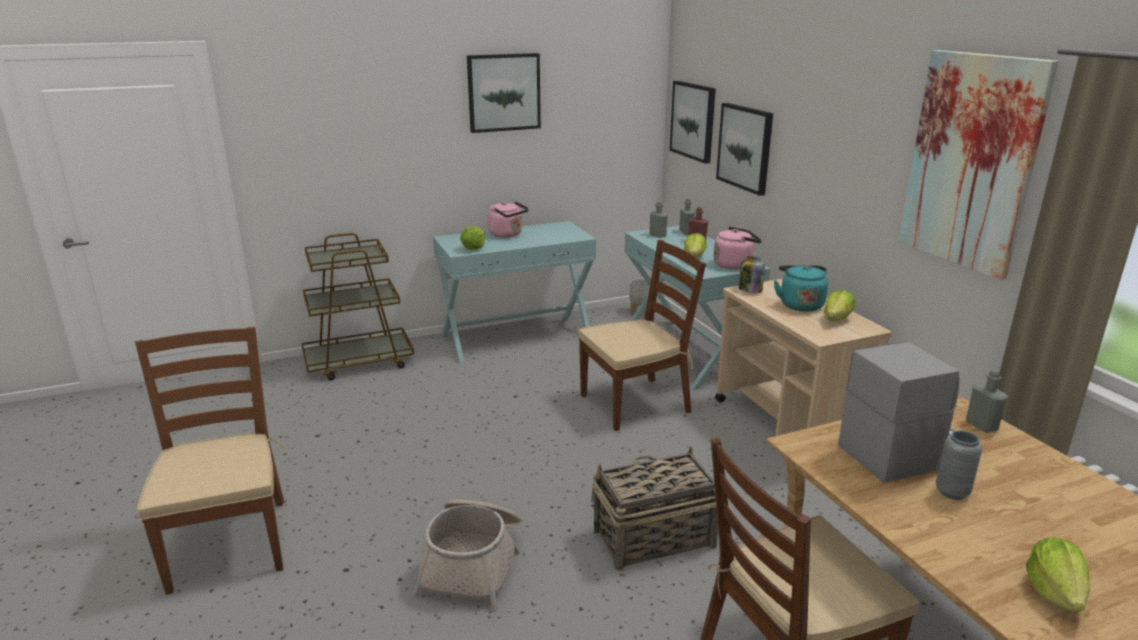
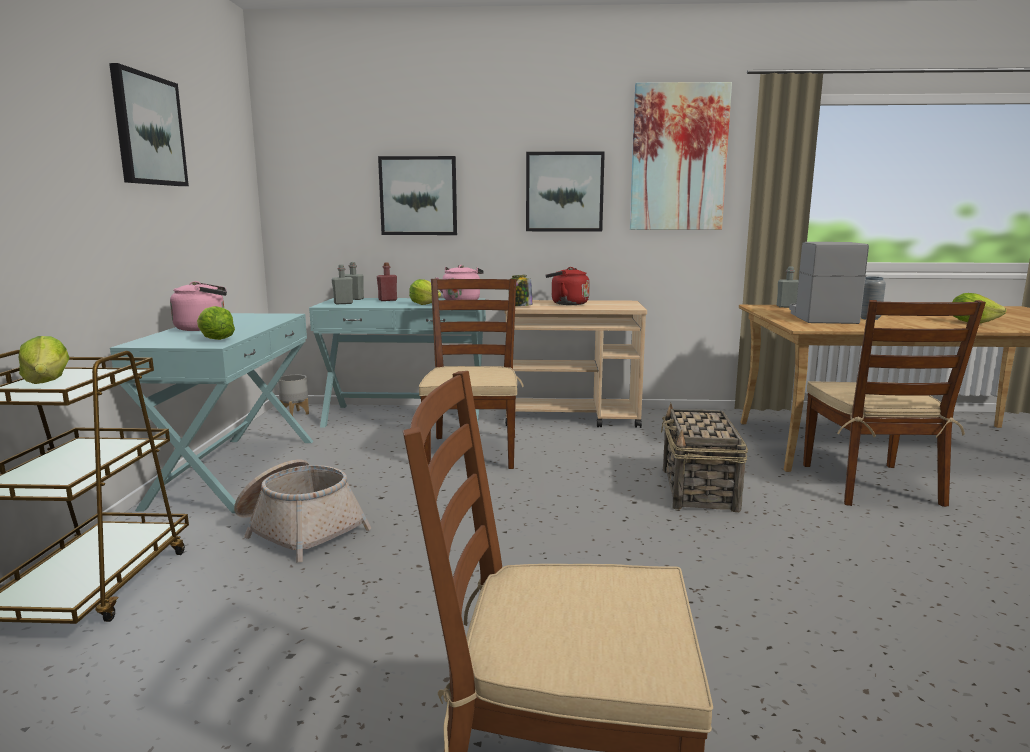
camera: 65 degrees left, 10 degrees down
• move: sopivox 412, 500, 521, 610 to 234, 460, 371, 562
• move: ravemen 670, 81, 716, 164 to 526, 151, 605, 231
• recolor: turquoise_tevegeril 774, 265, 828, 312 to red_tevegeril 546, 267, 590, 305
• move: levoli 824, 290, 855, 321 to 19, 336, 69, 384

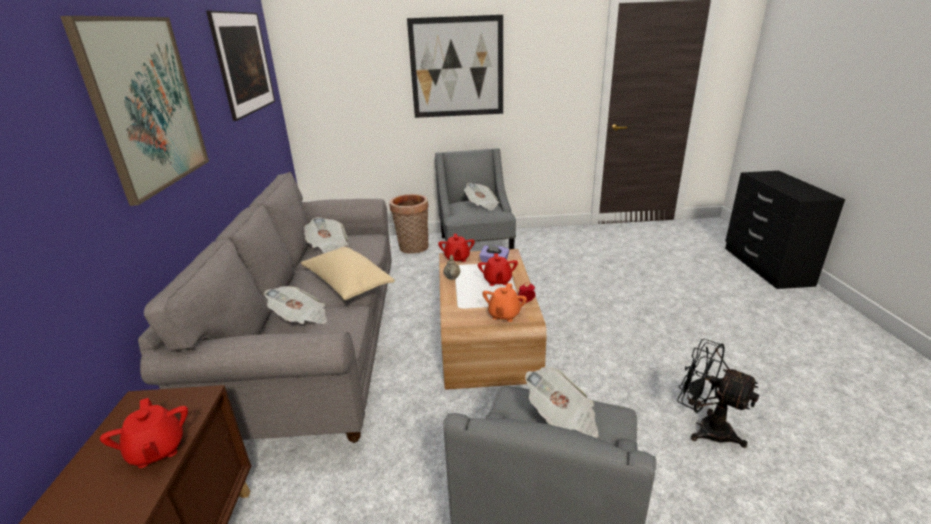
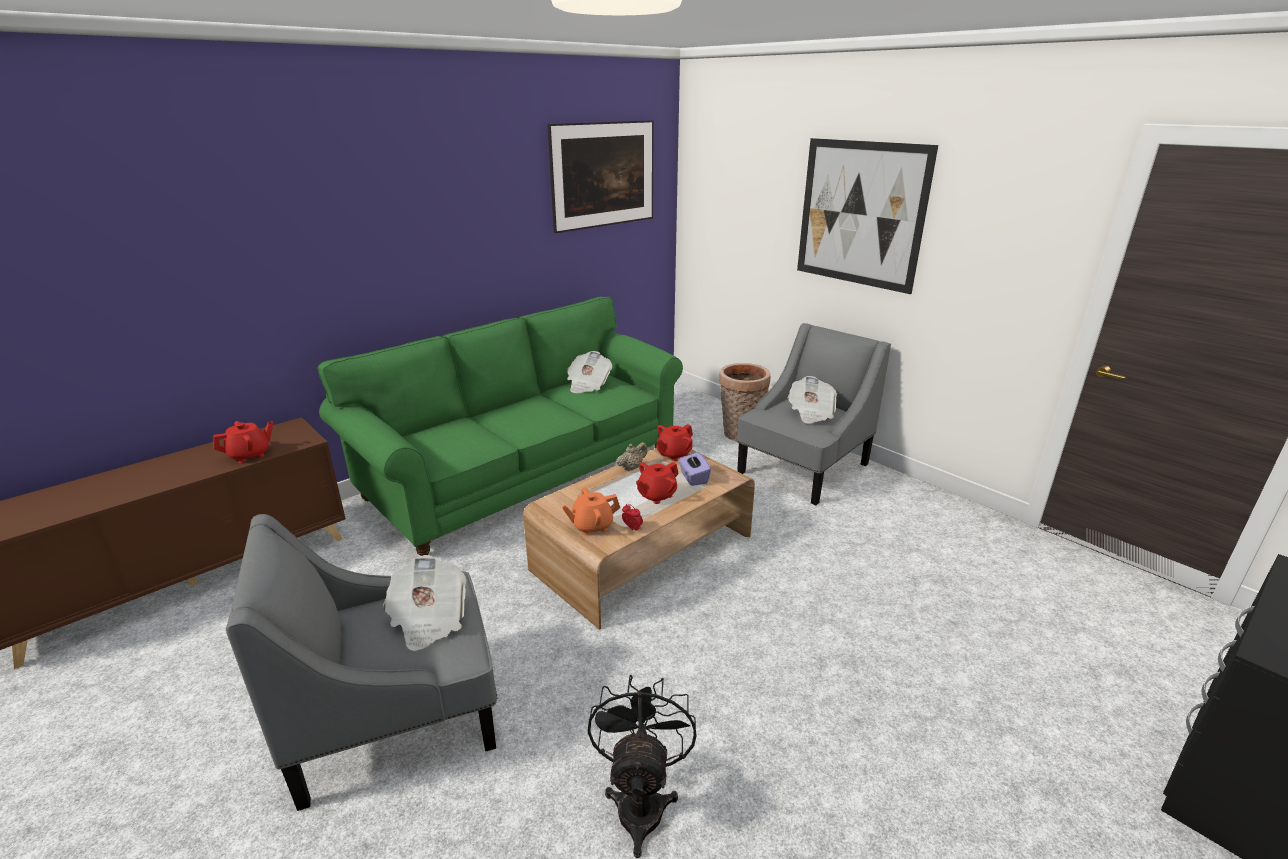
camera: 50 degrees right, 0 degrees up
• delete: ravemen 60, 16, 209, 206
• rotate: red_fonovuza 100, 398, 188, 468 = 213, 421, 273, 463 150 degrees counterclockwise
• recolor: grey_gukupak 138, 172, 392, 443 to green_gukupak 318, 296, 683, 556
• delete: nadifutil 264, 286, 327, 324
• delete: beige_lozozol 300, 247, 395, 300

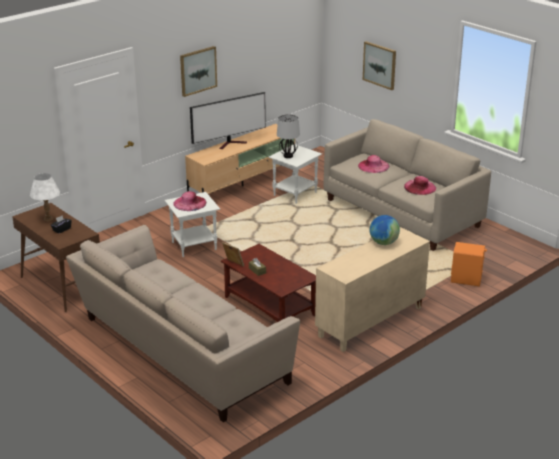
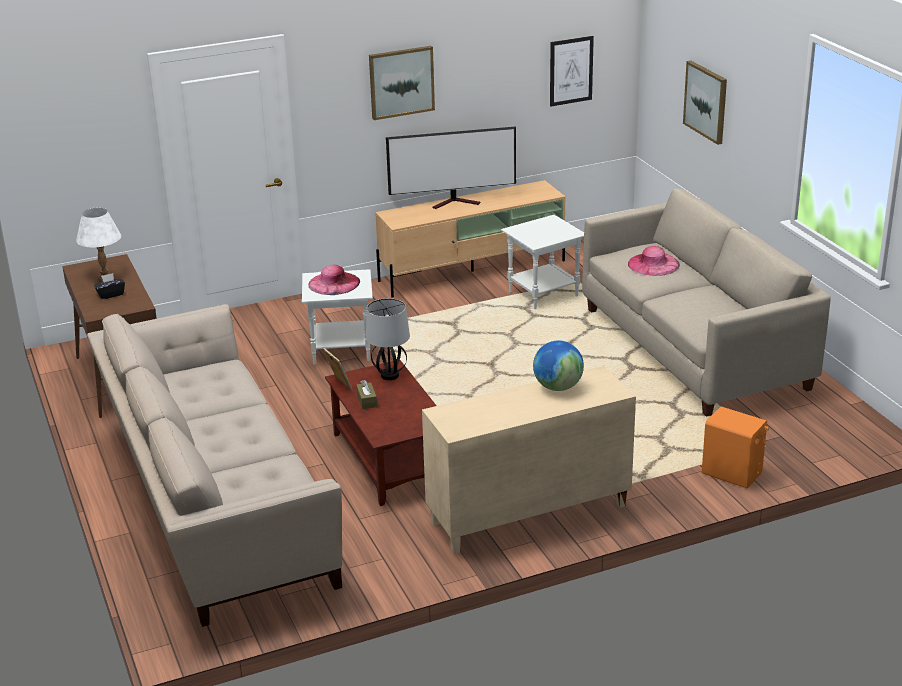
camera: 20 degrees right, 0 degrees up
• move: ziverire 277, 114, 300, 158 to 366, 298, 410, 380
• delete: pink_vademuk 404, 176, 436, 195
• insert: ravemen 550, 36, 594, 107

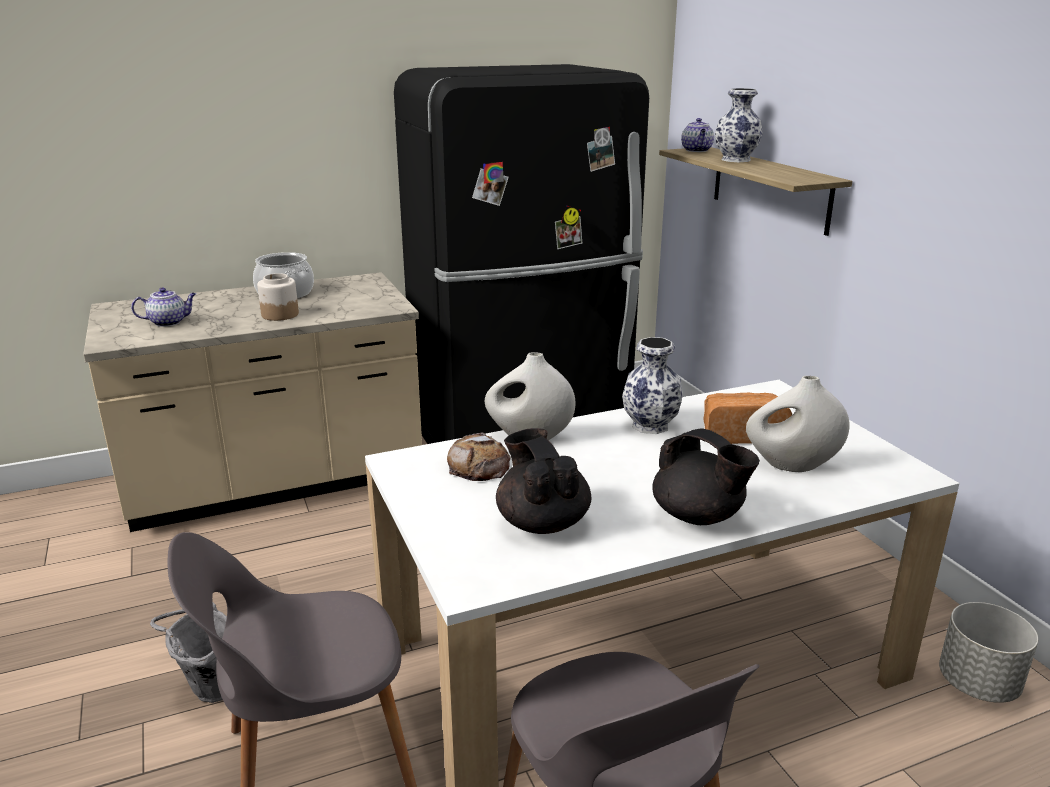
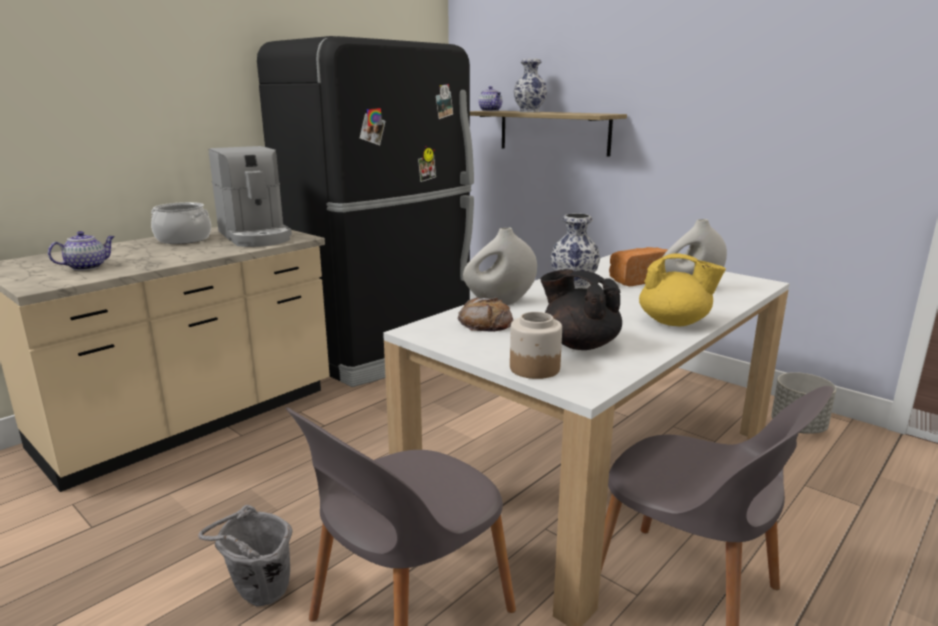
camera: 25 degrees left, 5 degrees down
• move: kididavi 257, 273, 299, 321 to 510, 312, 562, 379
• recolor: black_fonovuza 652, 429, 760, 525 to yellow_fonovuza 639, 254, 726, 326
• insert: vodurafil 209, 146, 292, 247

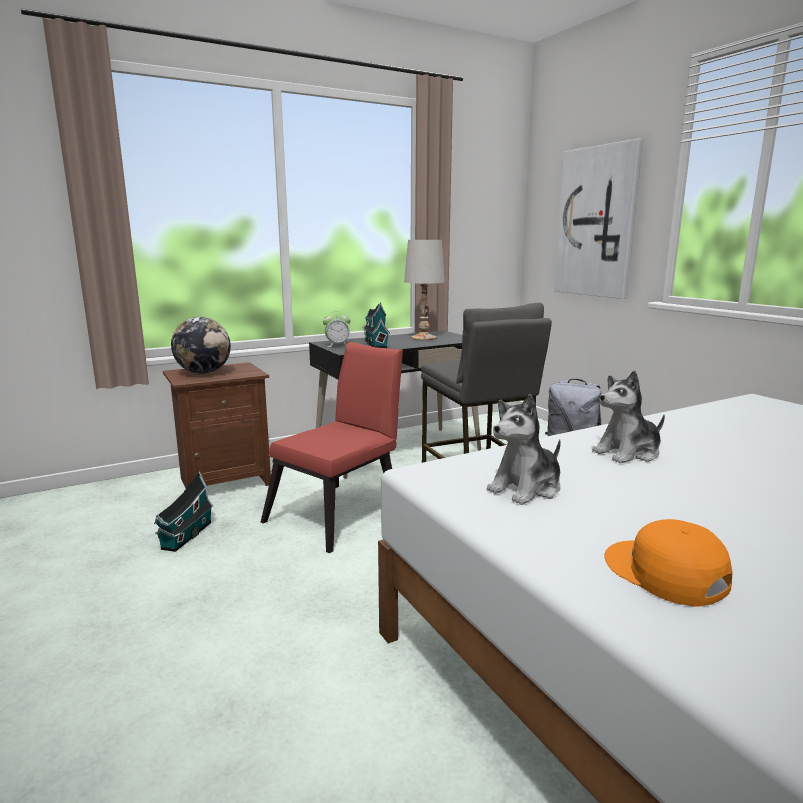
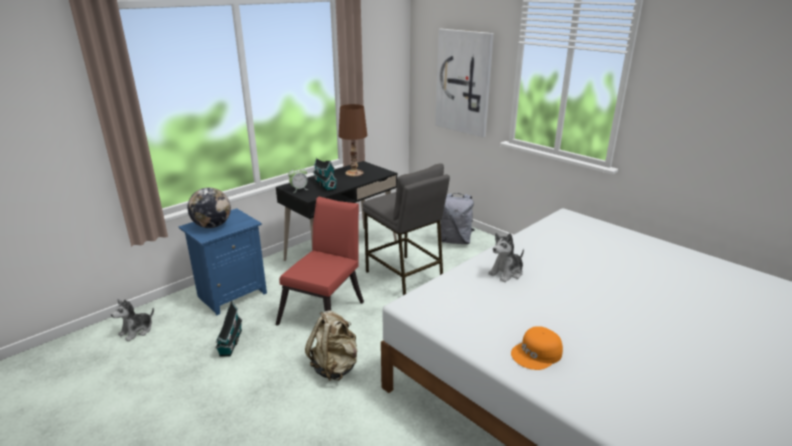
camera: 15 degrees left, 10 degrees up
• recolor: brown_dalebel 163, 362, 271, 488 to blue_dalebel 179, 208, 267, 316
• recolor: white_ziverire 404, 240, 445, 340 to brown_ziverire 339, 104, 367, 176
• move: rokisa 487, 394, 561, 505 to 111, 299, 154, 342
• rotate: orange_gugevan 604, 519, 732, 607 = 511, 326, 563, 370 75 degrees counterclockwise
• insert: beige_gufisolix 305, 310, 357, 381

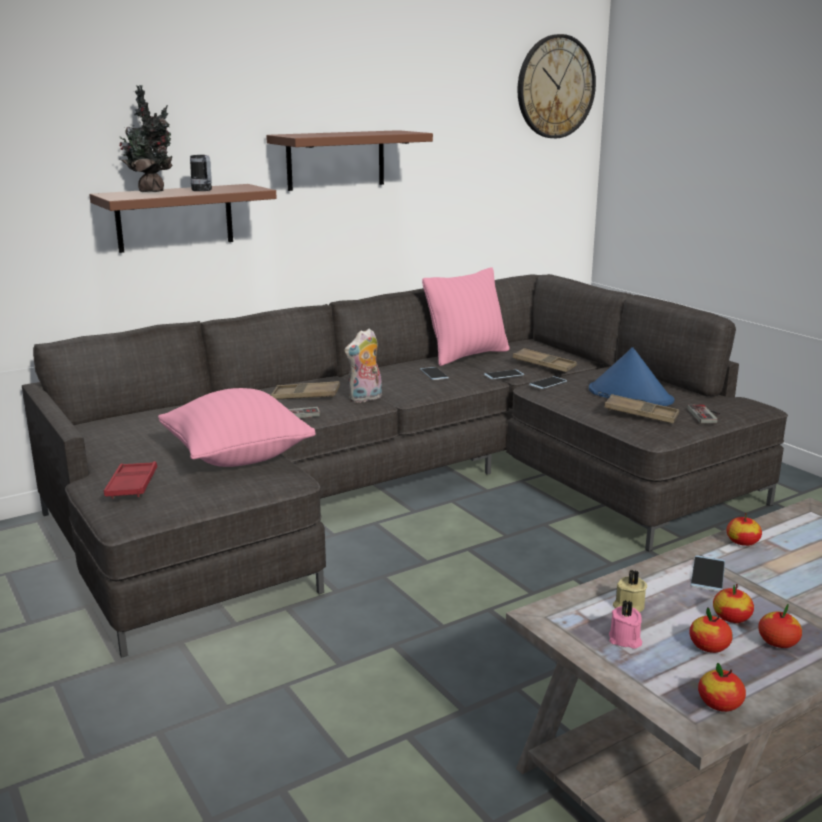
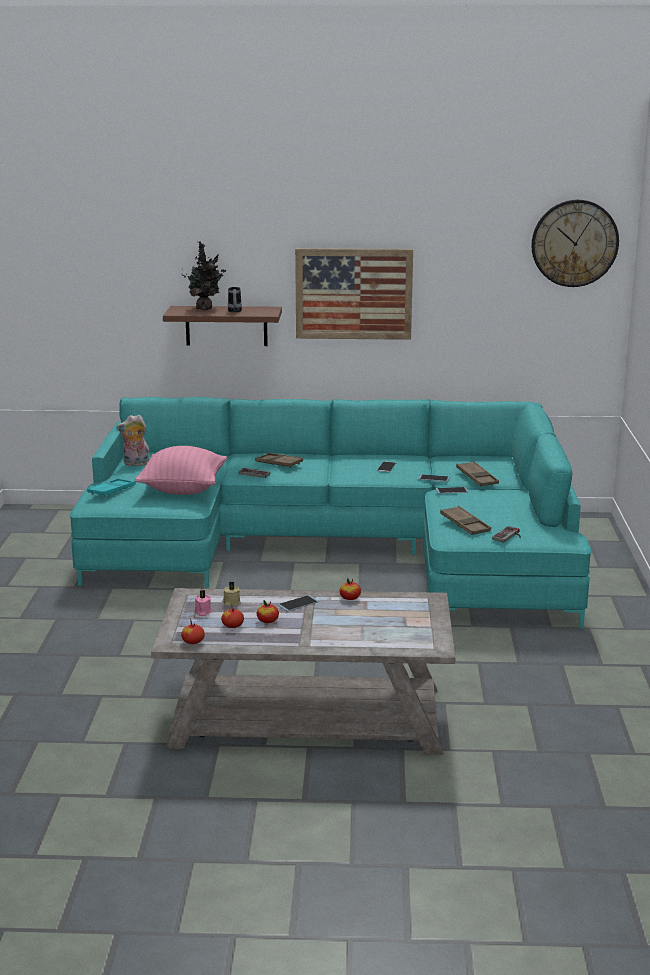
camera: 35 degrees right, 0 degrees up
• recolor: grey_gukupak 22, 274, 788, 658 to turquoise_gukupak 70, 397, 591, 629
• recolor: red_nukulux 104, 461, 157, 499 to turquoise_nukulux 87, 478, 136, 497
• replace: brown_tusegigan 266, 130, 433, 191 to ravemen 295, 248, 413, 340
• move: rokisa 344, 328, 382, 403 to 117, 414, 150, 466
• delete: pink_lozozol 422, 267, 510, 366
• delete: blue_vademuk 589, 347, 674, 406
• delete: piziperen 758, 604, 802, 648

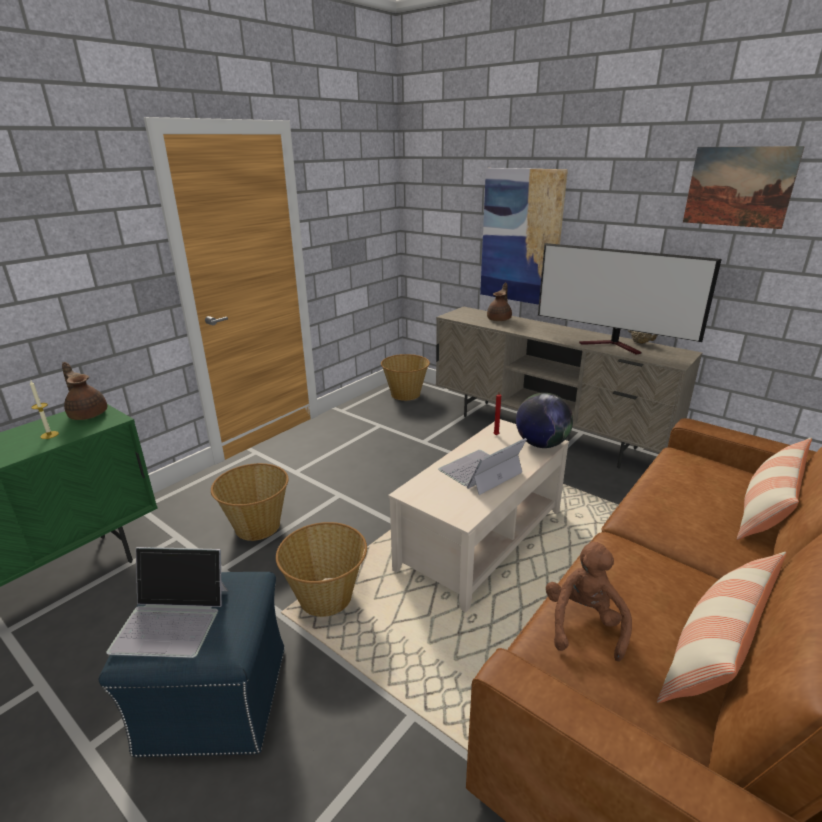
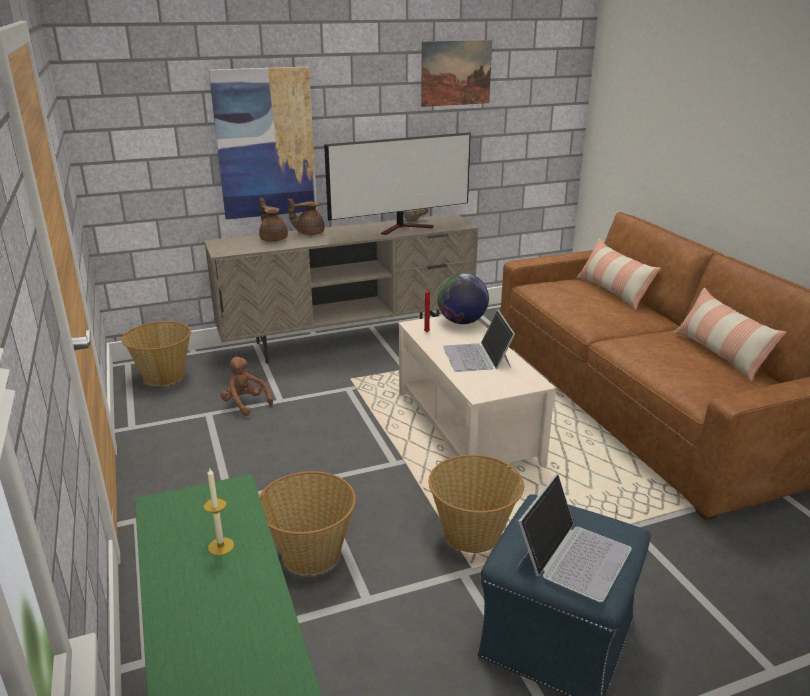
camera: 60 degrees left, 0 degrees up
• move: brown_fonovuza 62, 362, 107, 420 to 288, 198, 325, 235
• move: brown_rokisa 546, 542, 632, 662 to 220, 357, 273, 416

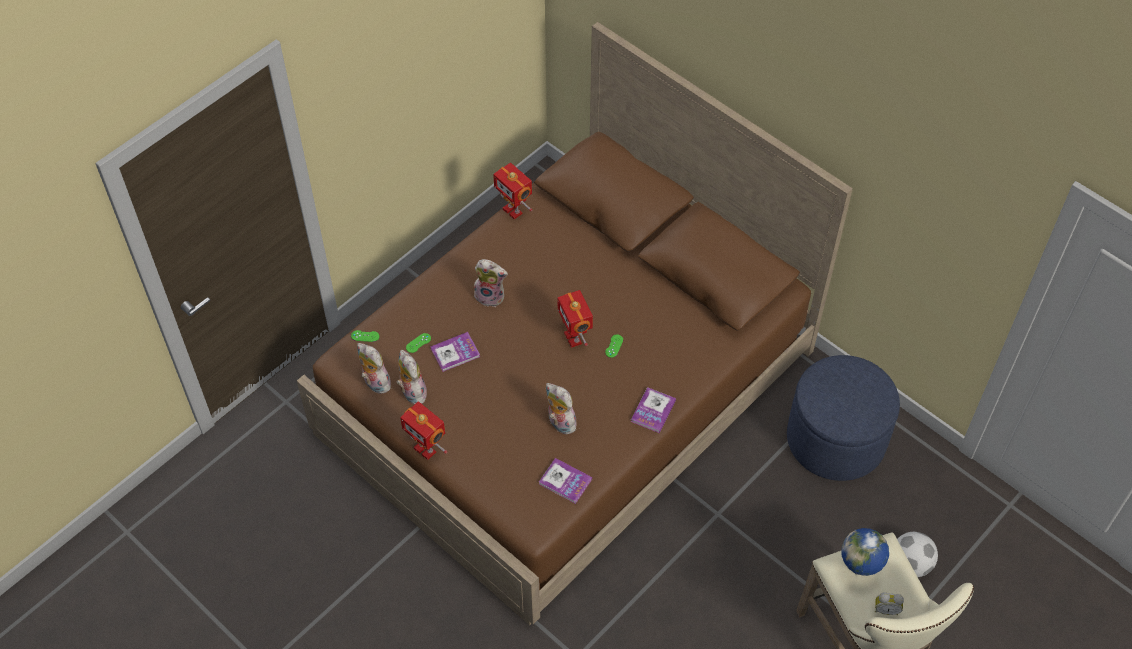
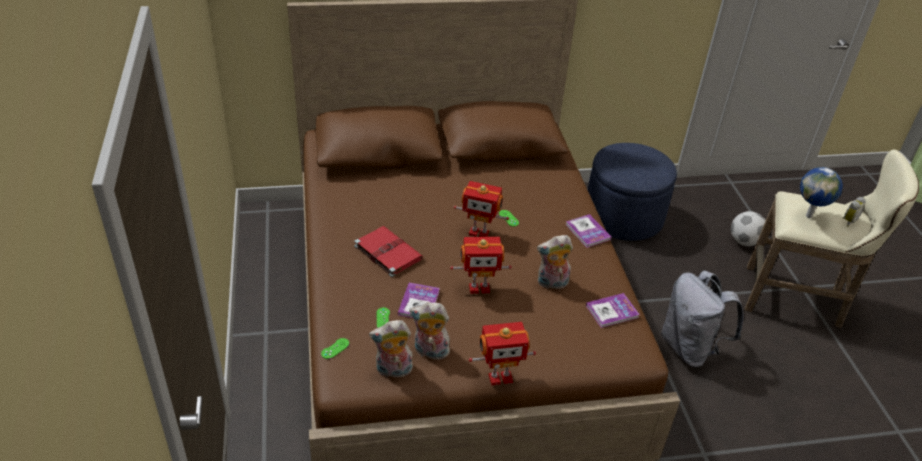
camera: 55 degrees left, 15 degrees down
• replace: rokisa 474, 259, 508, 307 to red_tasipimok 354, 226, 423, 277
• move: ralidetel 493, 163, 532, 219 to 450, 237, 512, 294
• insert: grey_gufisolix 661, 270, 744, 368

